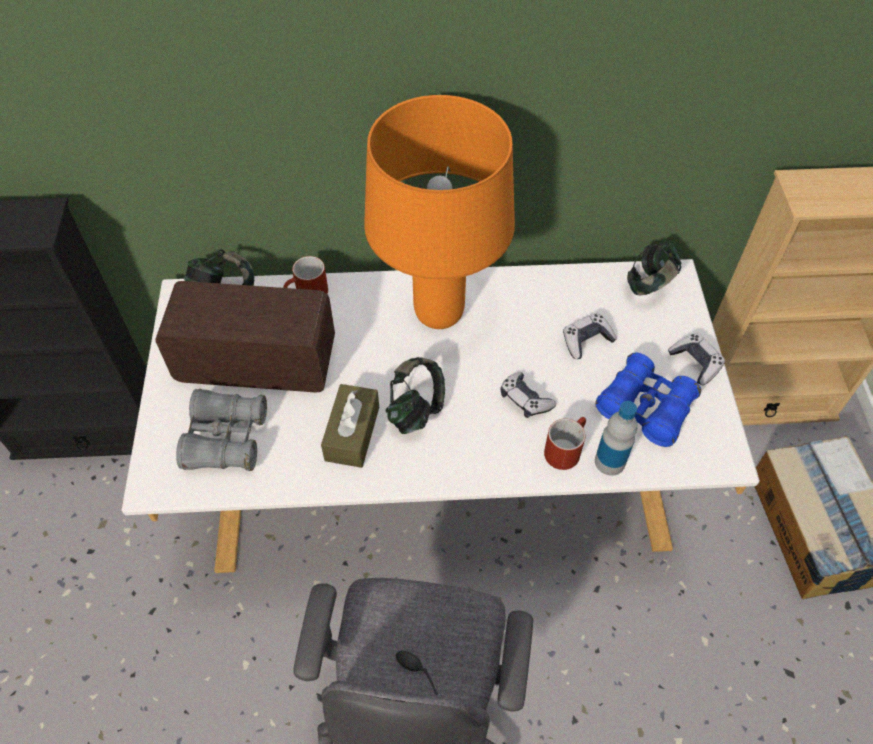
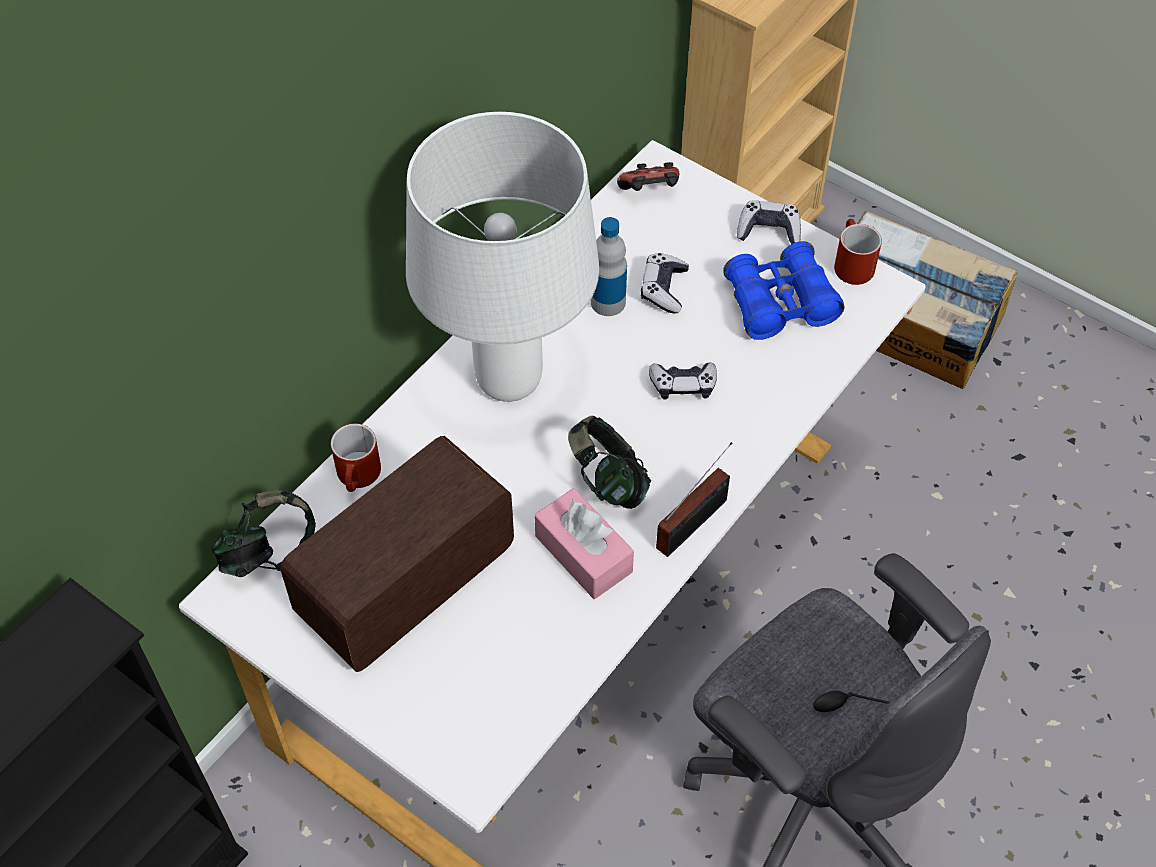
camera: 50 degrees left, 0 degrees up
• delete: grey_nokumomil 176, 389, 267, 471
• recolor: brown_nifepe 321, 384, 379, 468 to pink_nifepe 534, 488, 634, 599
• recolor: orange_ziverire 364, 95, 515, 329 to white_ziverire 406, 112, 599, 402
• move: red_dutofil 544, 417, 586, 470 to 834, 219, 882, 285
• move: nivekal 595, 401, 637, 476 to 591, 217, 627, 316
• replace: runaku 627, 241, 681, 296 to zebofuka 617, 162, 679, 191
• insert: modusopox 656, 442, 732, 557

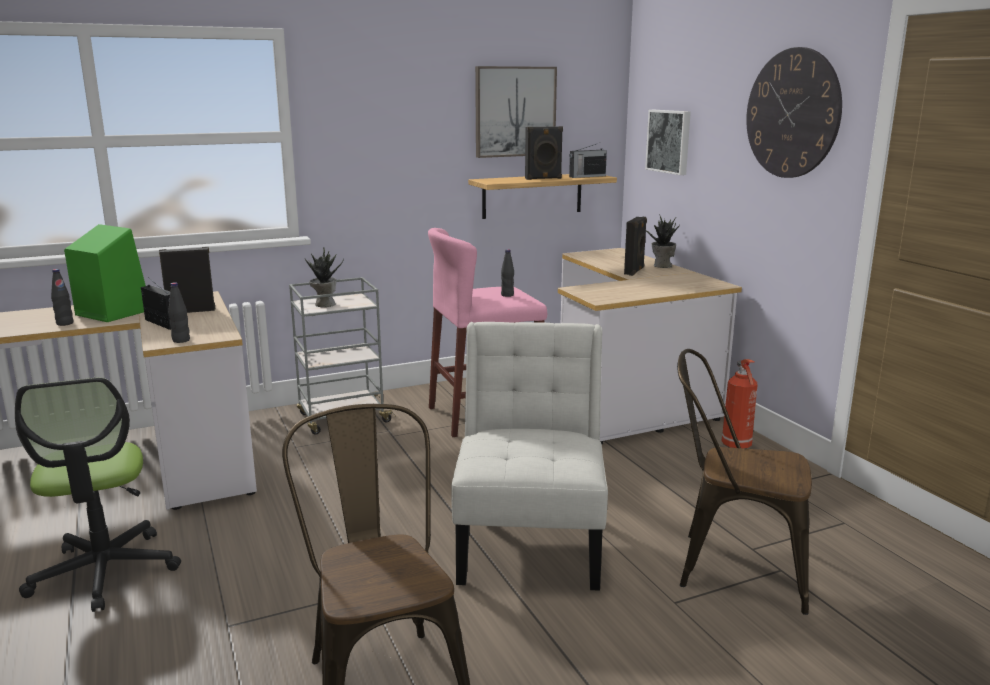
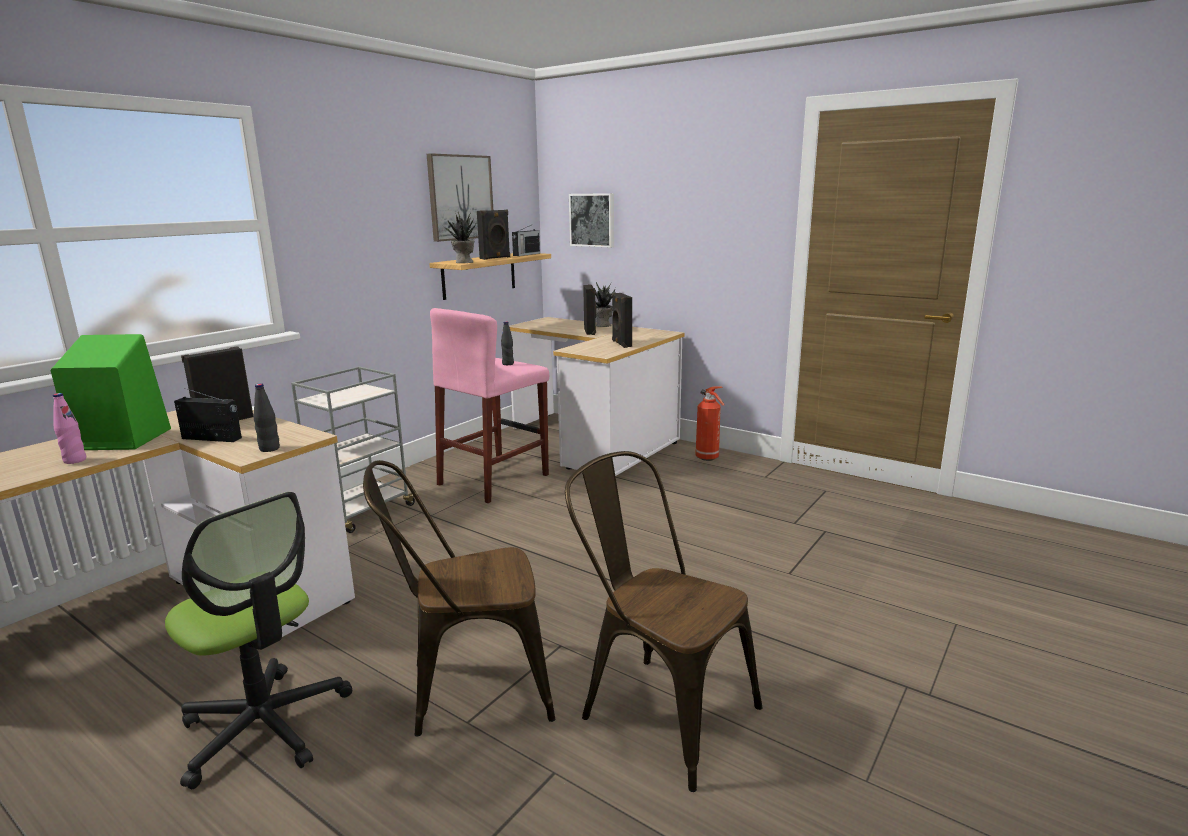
camera: 30 degrees left, 0 degrees up
• recolor: black_nivekal 51, 269, 73, 326 to pink_nivekal 53, 393, 86, 464
• move: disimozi 305, 247, 344, 307 to 442, 212, 477, 263
• delete: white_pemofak 451, 322, 608, 591
• move: brown_pemofak 677, 349, 812, 615 to 363, 460, 555, 736
• delete: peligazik 746, 47, 842, 178
• insert: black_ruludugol 612, 293, 632, 348

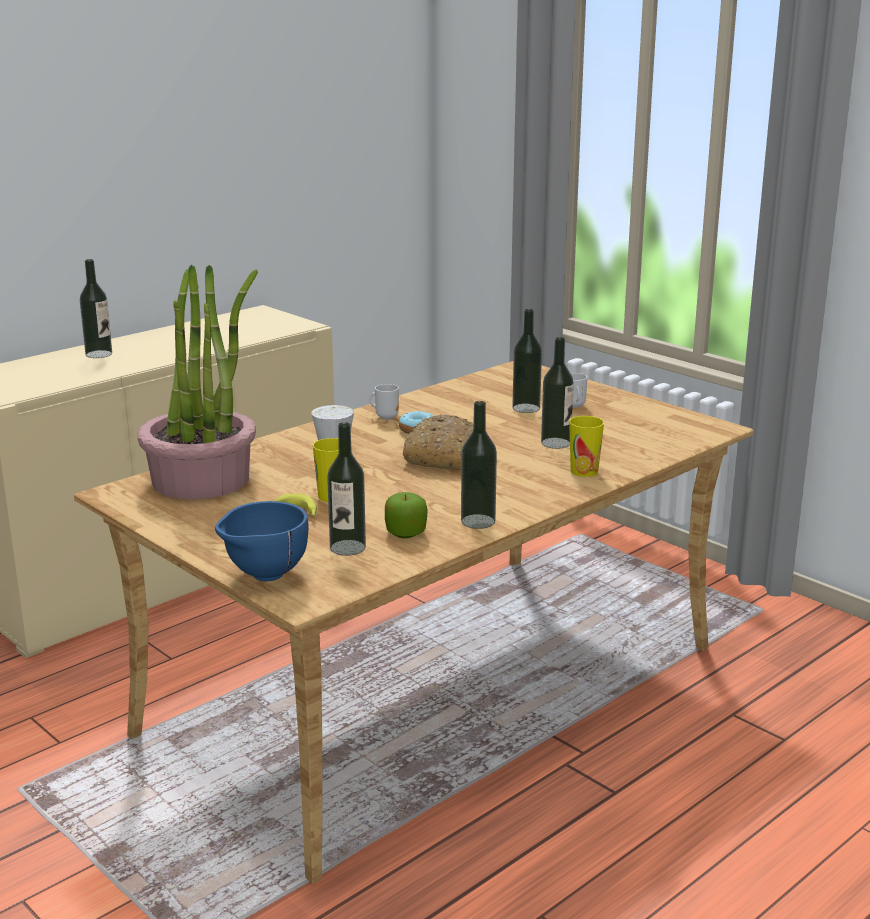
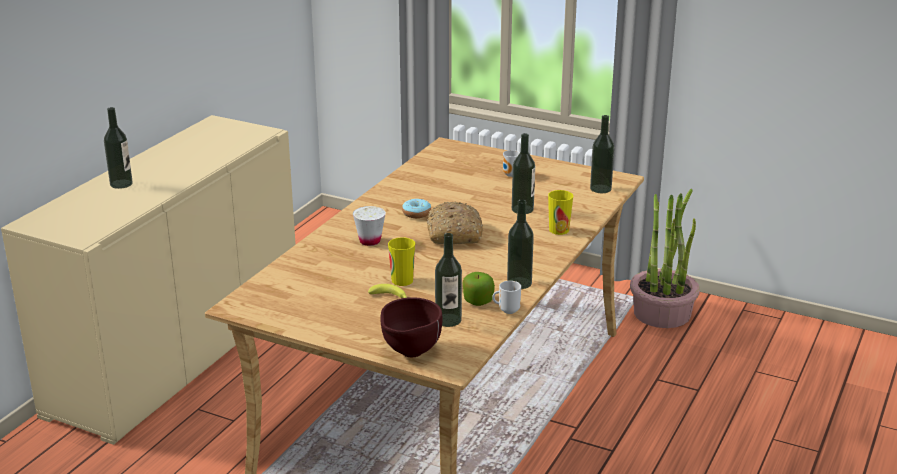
camera: 20 degrees left, 5 degrees up
• move: disimozi 138, 265, 258, 499 to 630, 189, 700, 328
• recolor: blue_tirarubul 215, 501, 308, 581 to brown_tirarubul 380, 297, 443, 357
• move: dutofil 369, 384, 399, 420 to 492, 281, 521, 314
• move: nivekal 512, 309, 542, 413 to 590, 115, 614, 193

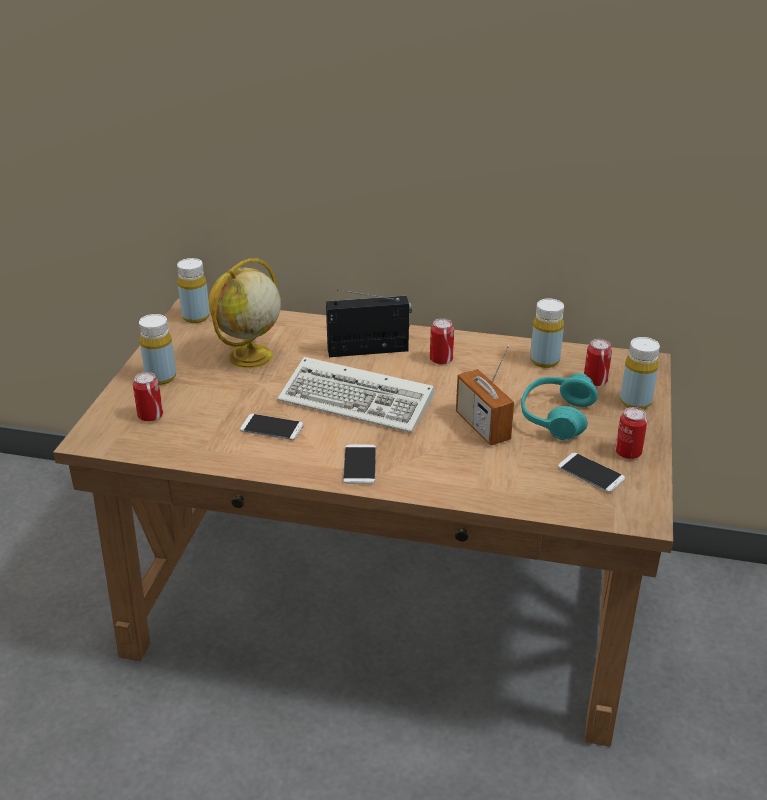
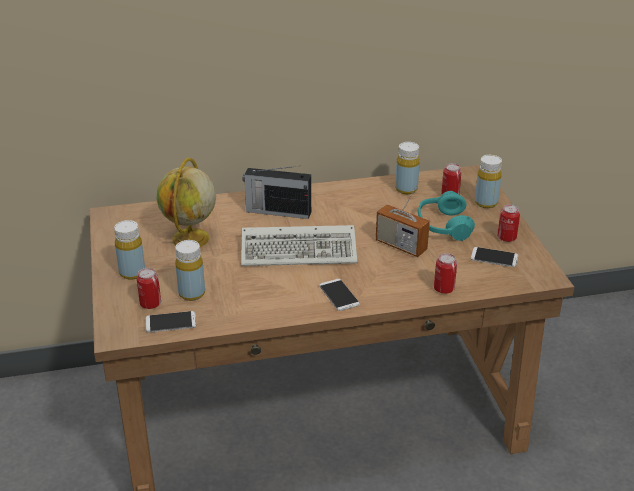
camera: 25 degrees left, 0 degrees up
• move: yellow_nivekal 177, 258, 210, 323 to 175, 240, 205, 301
• move: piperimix 240, 414, 303, 440 to 146, 311, 197, 332
• rotate: modusopox 326, 290, 412, 357 = 243, 166, 311, 219 135 degrees counterclockwise
• move: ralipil 430, 318, 454, 364 to 434, 253, 457, 294

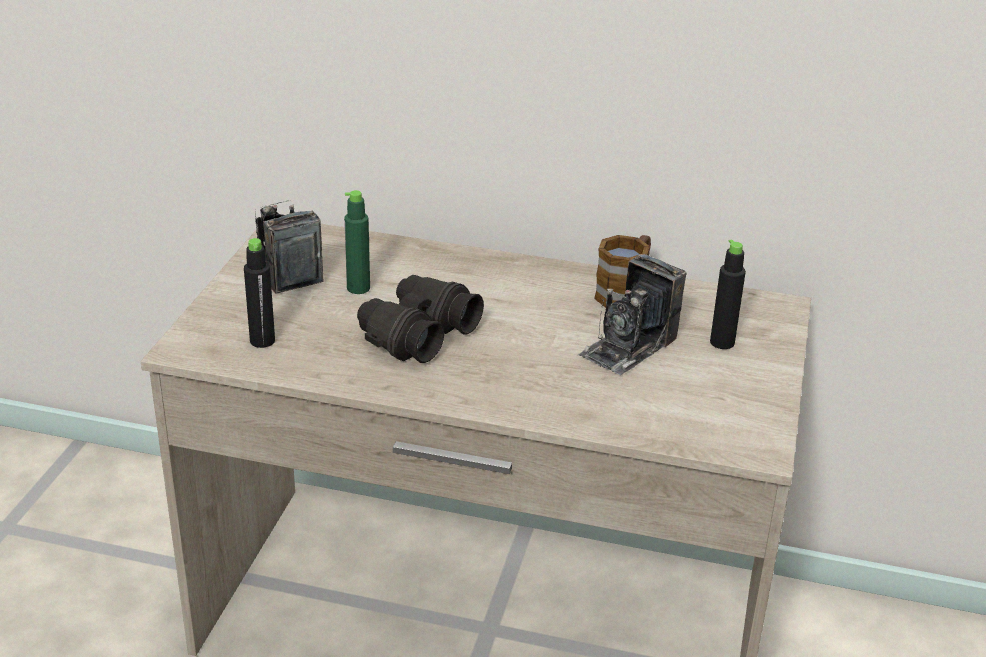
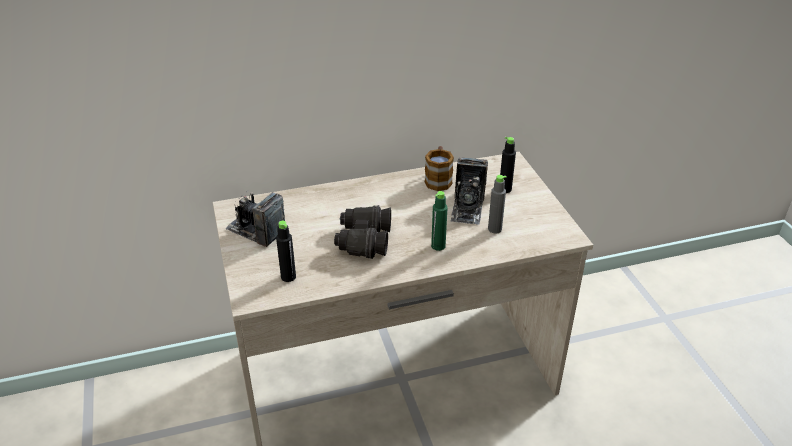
camera: 30 degrees left, 5 degrees up
• move: green_nivekal 344, 190, 370, 294 to 431, 191, 448, 251
• insert: grey_nivekal 488, 175, 507, 234

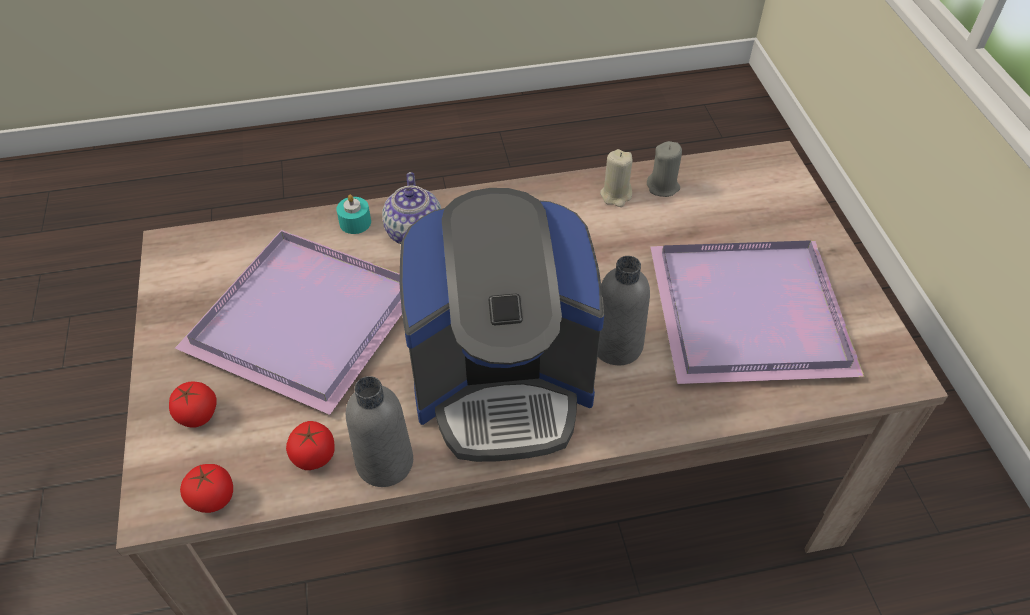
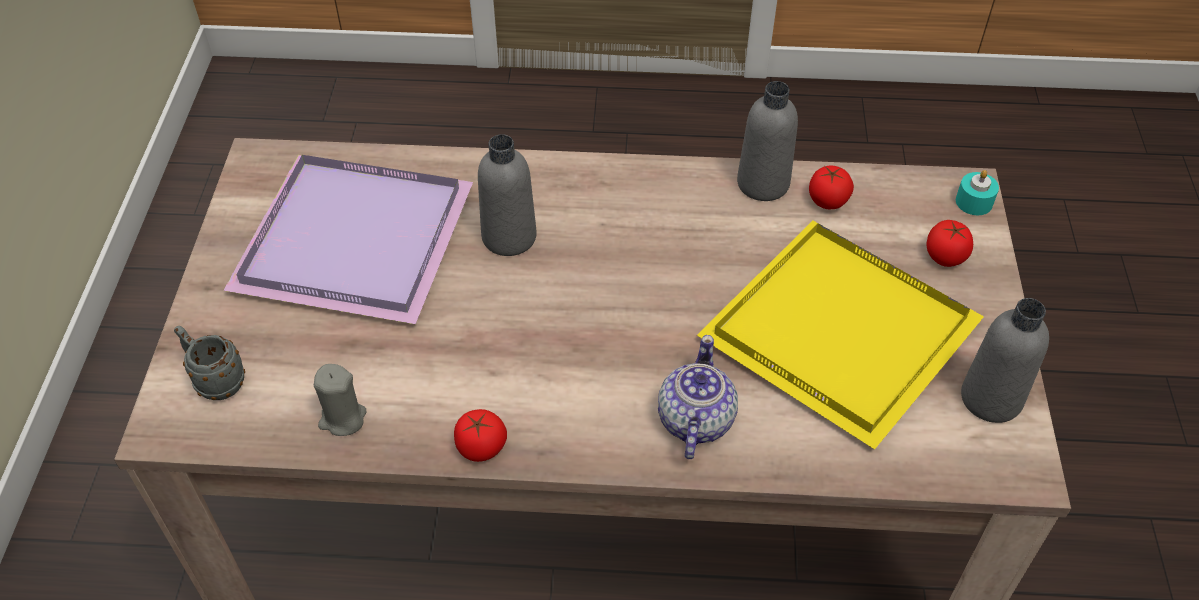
camera: 165 degrees left, 0 degrees up
• recolor: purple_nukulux 175, 230, 402, 415 to yellow_nukulux 697, 221, 984, 449
• move: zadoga 180, 464, 233, 513 to 454, 409, 507, 462
• move: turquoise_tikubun 336, 194, 371, 234 to 956, 170, 999, 215
• delete: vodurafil 400, 188, 604, 462
• delete: beige_tikubun 600, 149, 633, 207
• insert: grey_dutofil 174, 326, 245, 400
• insert: grey_nivekal 961, 298, 1049, 423

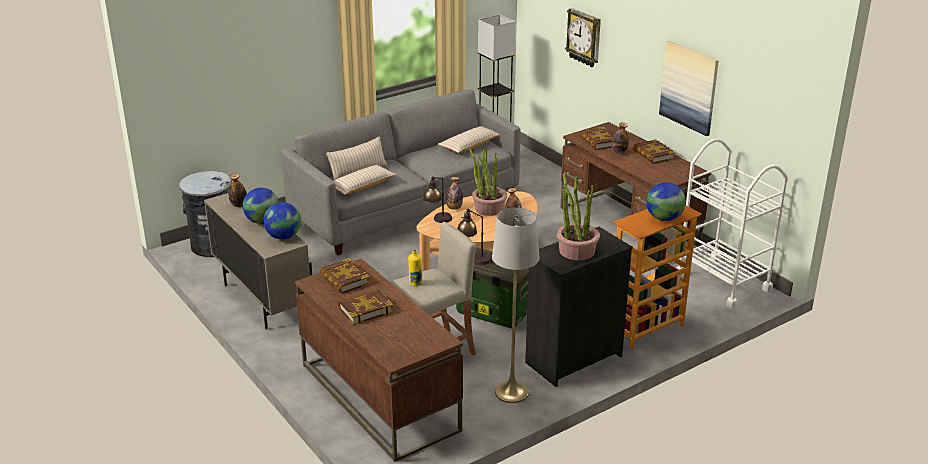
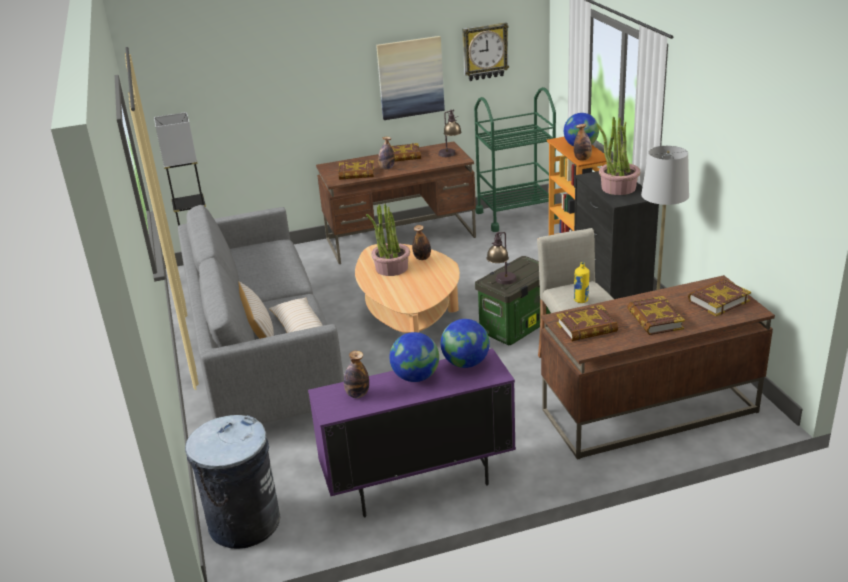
camera: 70 degrees left, 0 degrees up
• recolor: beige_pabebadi 204, 191, 312, 329 to purple_pabebadi 308, 348, 516, 517
• move: ziverire 423, 176, 452, 223 to 438, 109, 462, 157
• delete: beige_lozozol 437, 126, 500, 153
• move: nivekal 446, 177, 463, 210 to 574, 124, 592, 160
• move: peligazik 565, 8, 601, 67 to 462, 23, 509, 81
• recolor: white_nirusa 676, 138, 788, 309 to green_nirusa 474, 87, 558, 232
• insert: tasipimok 688, 279, 751, 316

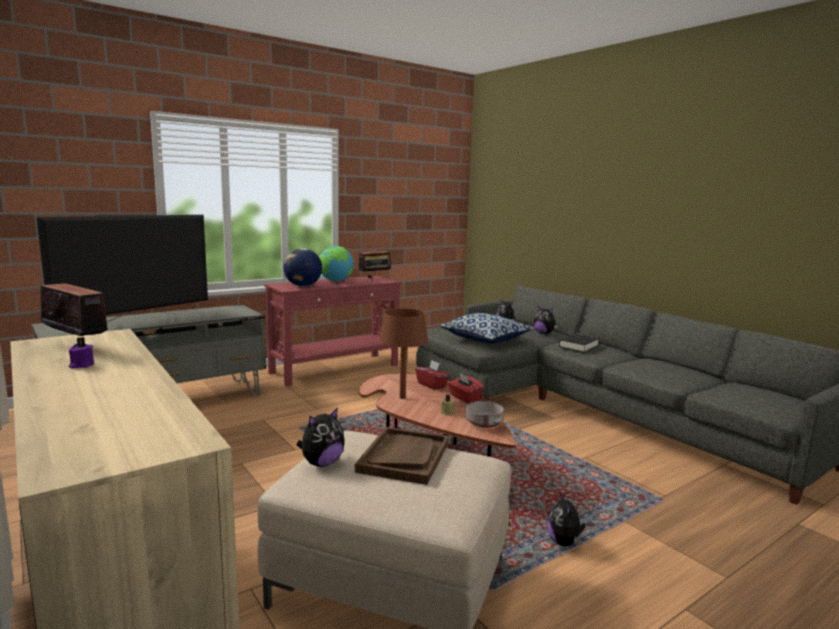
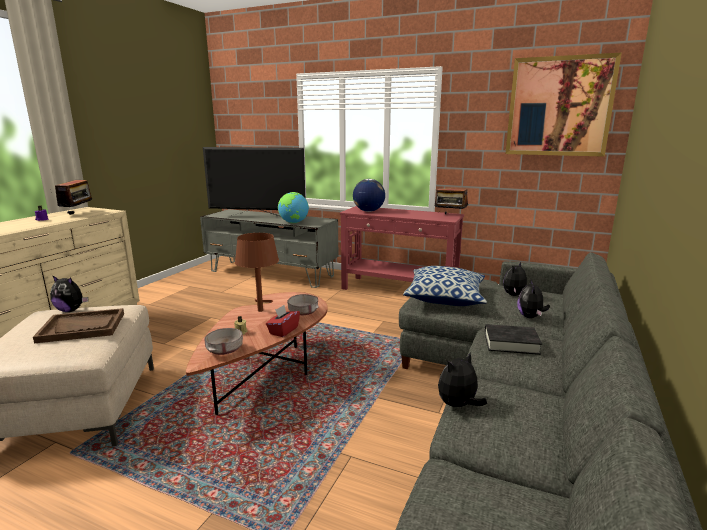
camera: 60 degrees right, 5 degrees up
• move: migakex 319, 246, 354, 282 to 278, 192, 309, 223
• replace: red_nifepe 416, 360, 450, 390 to grey_tirarubul 287, 294, 319, 315
• move: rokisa 547, 491, 586, 546 to 438, 352, 487, 407
• insert: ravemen 505, 53, 622, 157

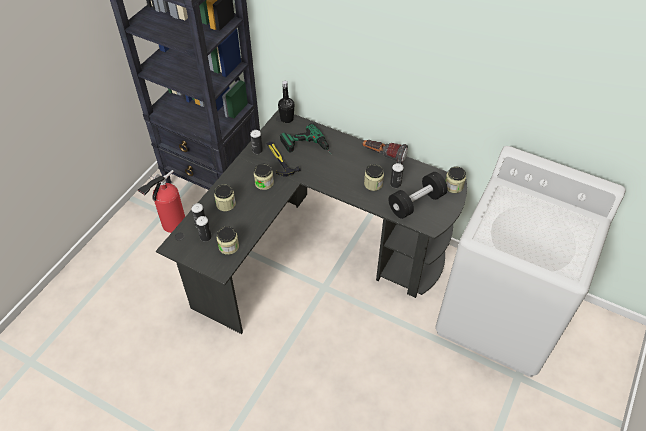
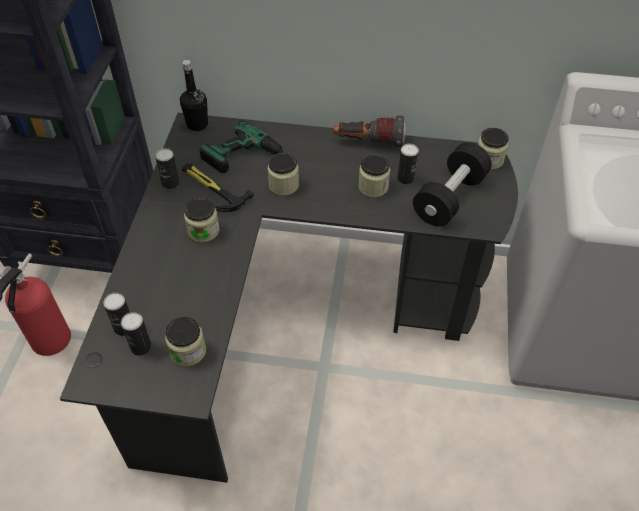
camera: 20 degrees left, 0 degrees up
• move: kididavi 214, 184, 236, 211 to 267, 153, 299, 195

